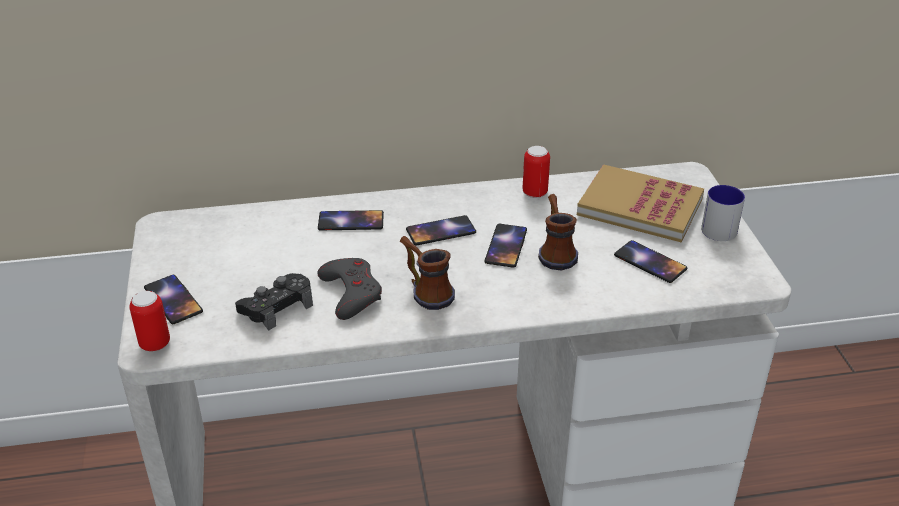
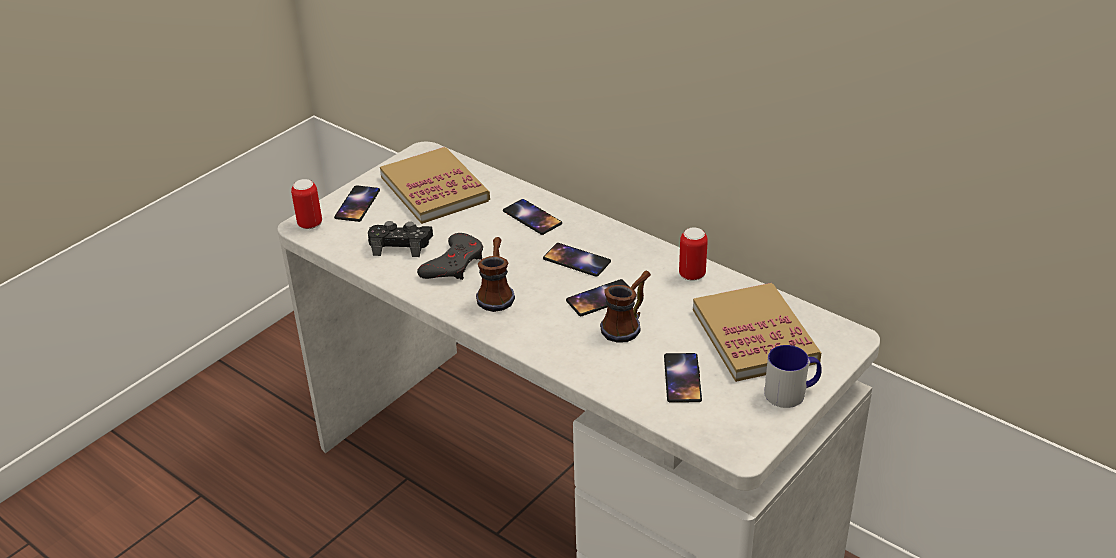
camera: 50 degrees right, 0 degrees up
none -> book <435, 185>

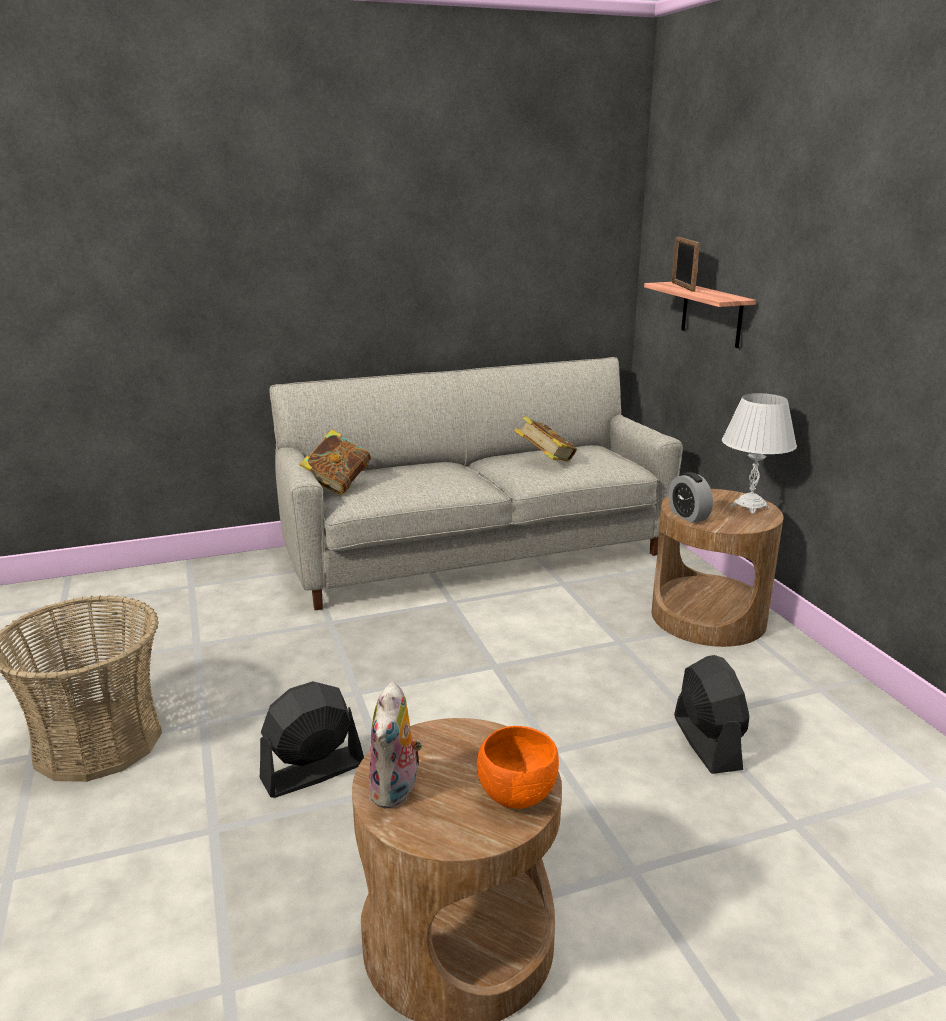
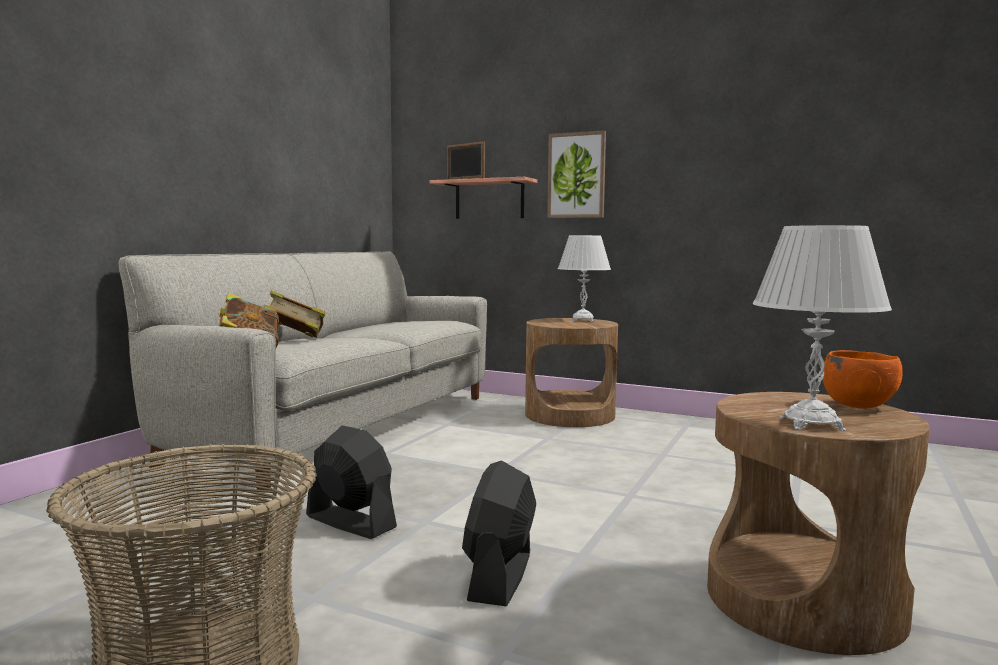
camera: 45 degrees left, 15 degrees down
book <545, 439> -> book <294, 314>, relocated
bedside_clock <691, 497> -> none
blackish_cooling_fan <712, 714> -> blackish_cooling_fan <351, 482>, relocated
cuddly_toy <396, 745> -> white-coloured_tabletop_lamp <822, 328>
none -> wall_art <576, 174>

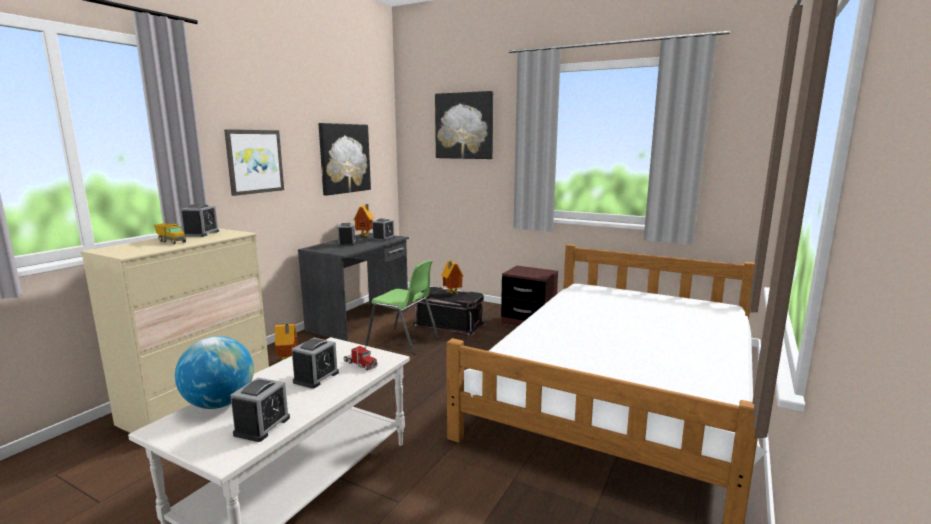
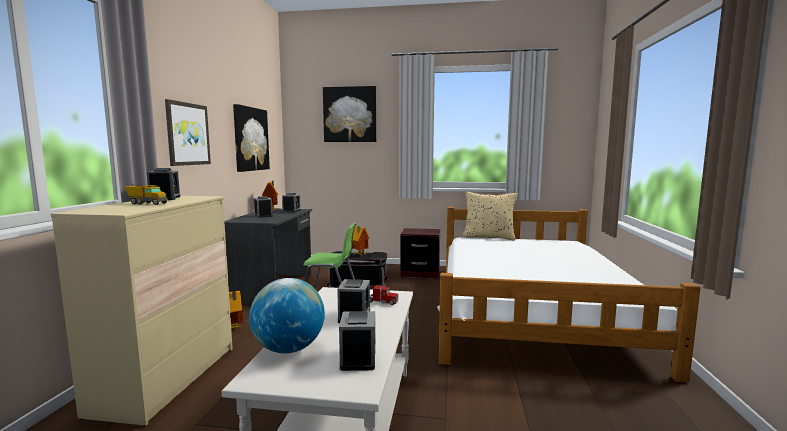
camera: 20 degrees left, 5 degrees down
none -> beige_throw_pillow <489, 216>

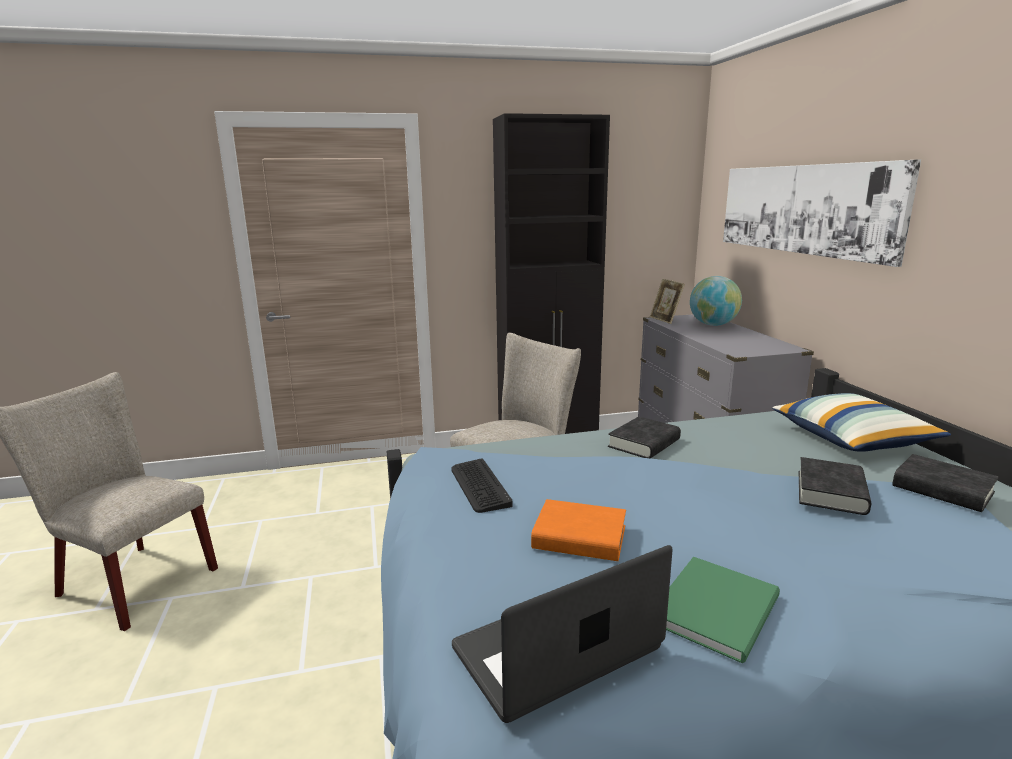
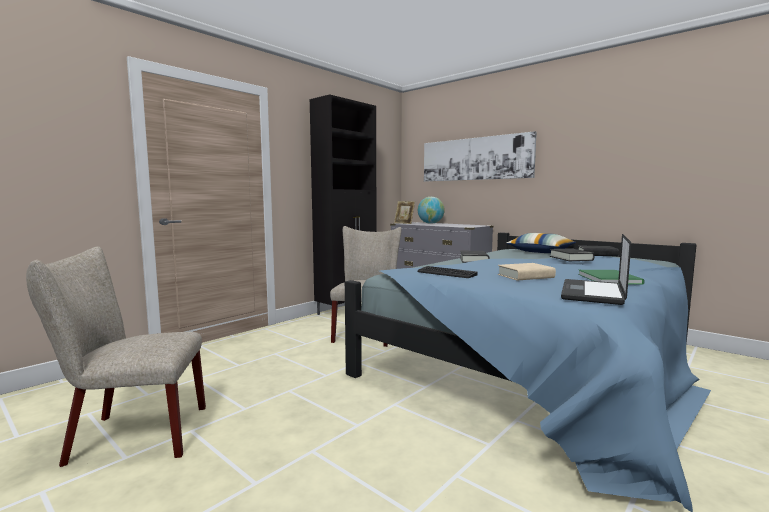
camera: 35 degrees left, 10 degrees down
orange_book <578, 530> -> beige_book <527, 272>

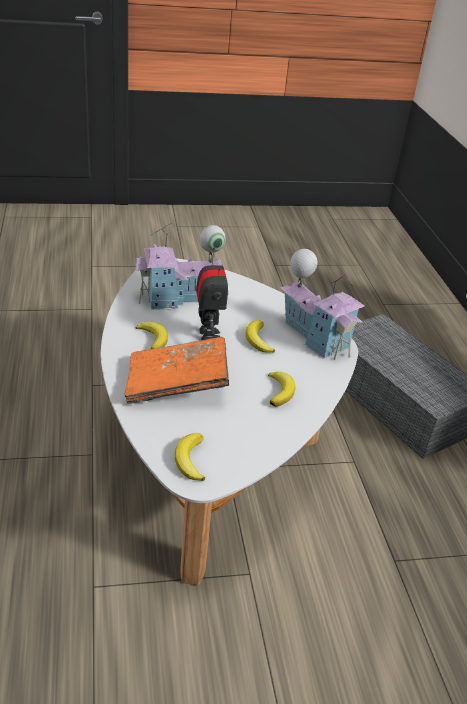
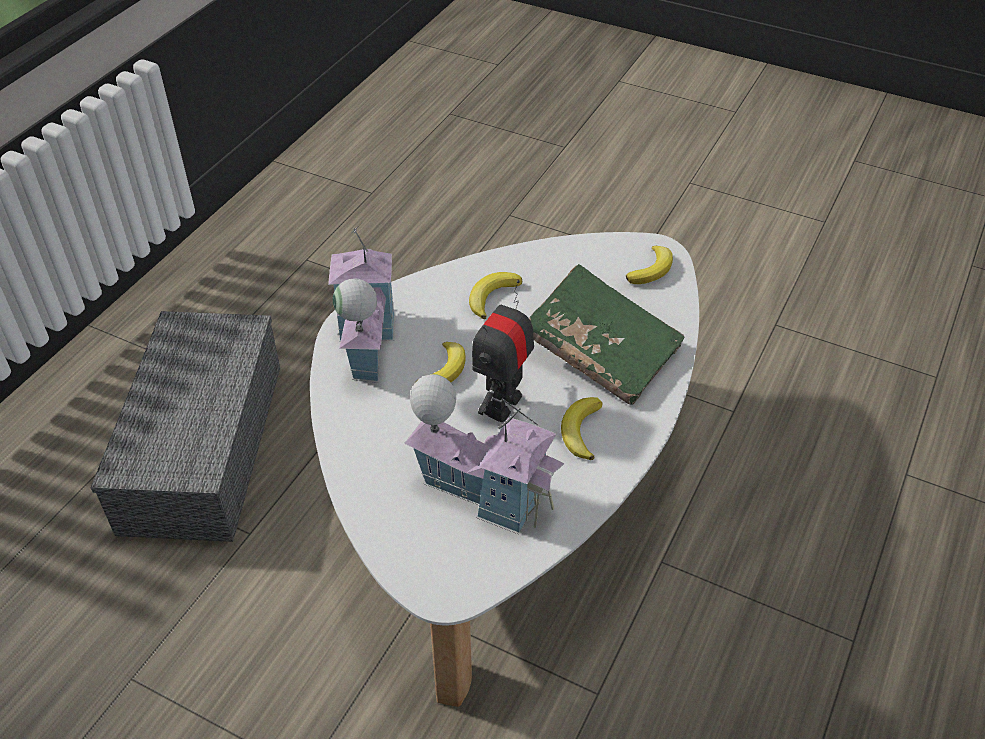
camera: 140 degrees left, 10 degrees up
orange_book <177, 370> -> greenish_book <606, 334>

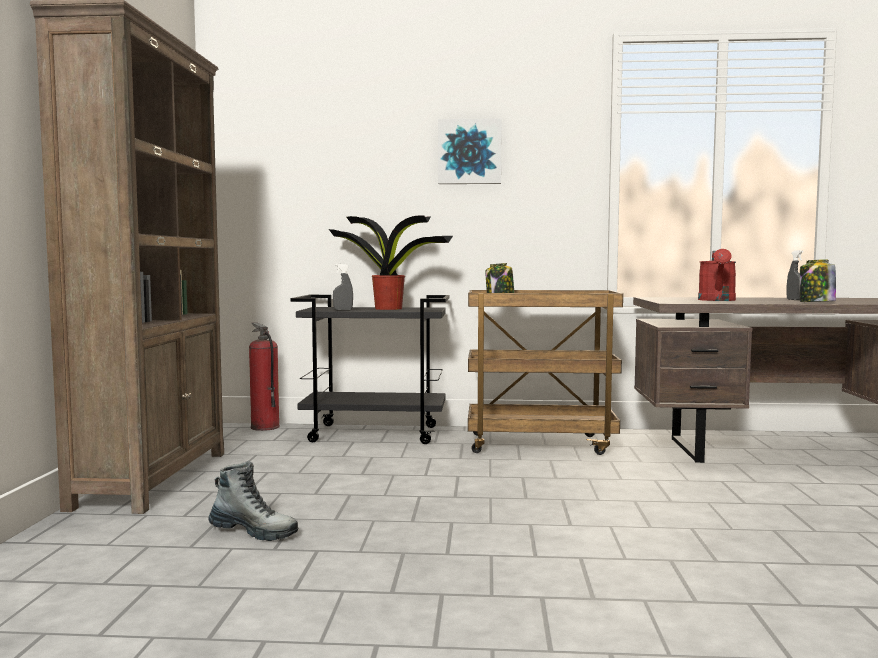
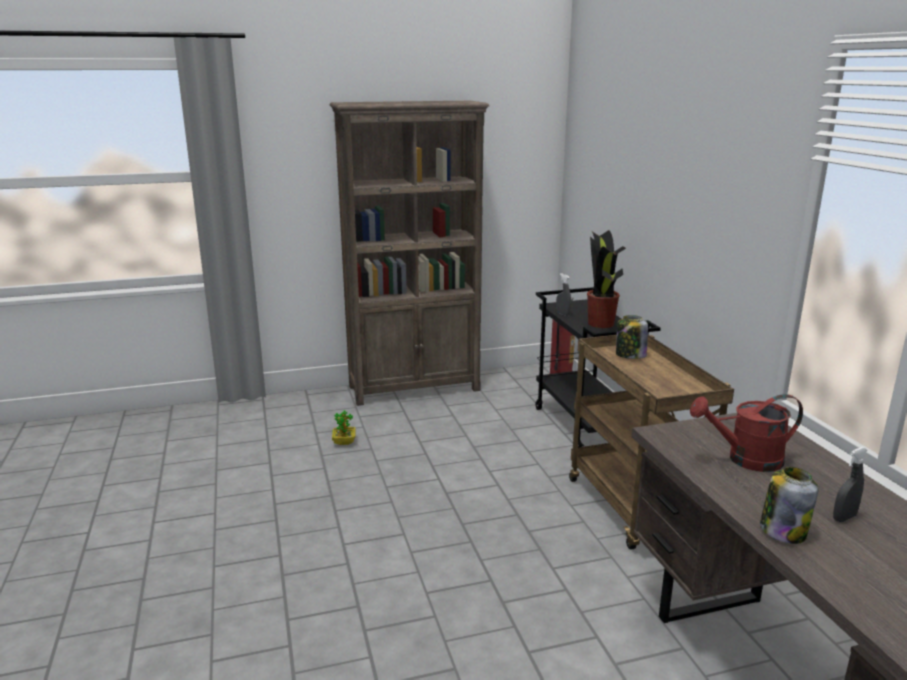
camera: 70 degrees right, 15 degrees up
wall_art <470, 151> -> none
tall_boot <253, 501> -> houseplant <344, 427>

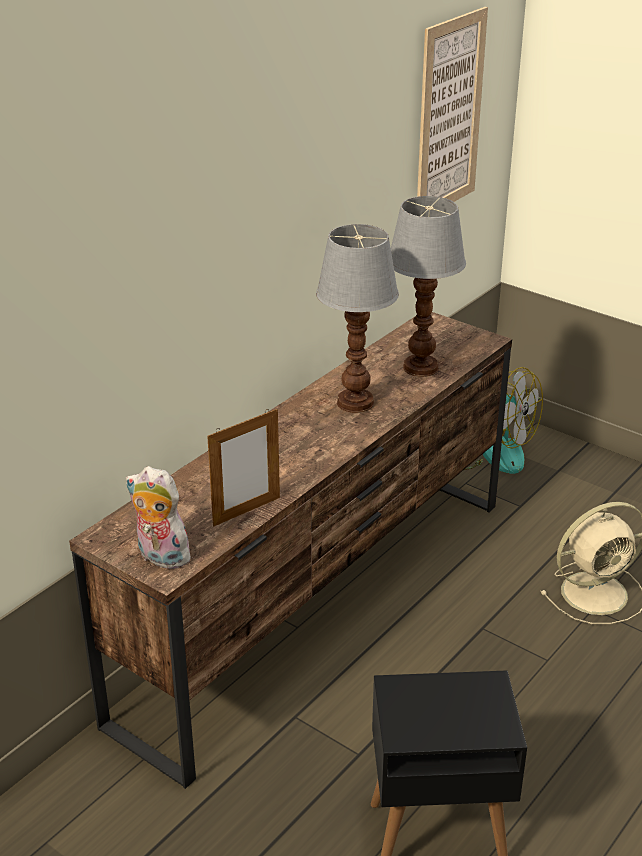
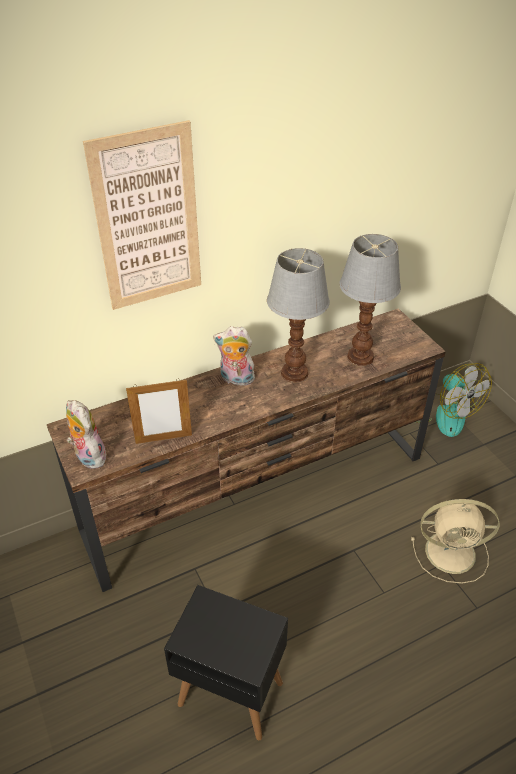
camera: 25 degrees right, 10 degrees up
wall_art <452, 104> -> wall_art <142, 215>, relocated
none -> cuddly_toy <234, 356>

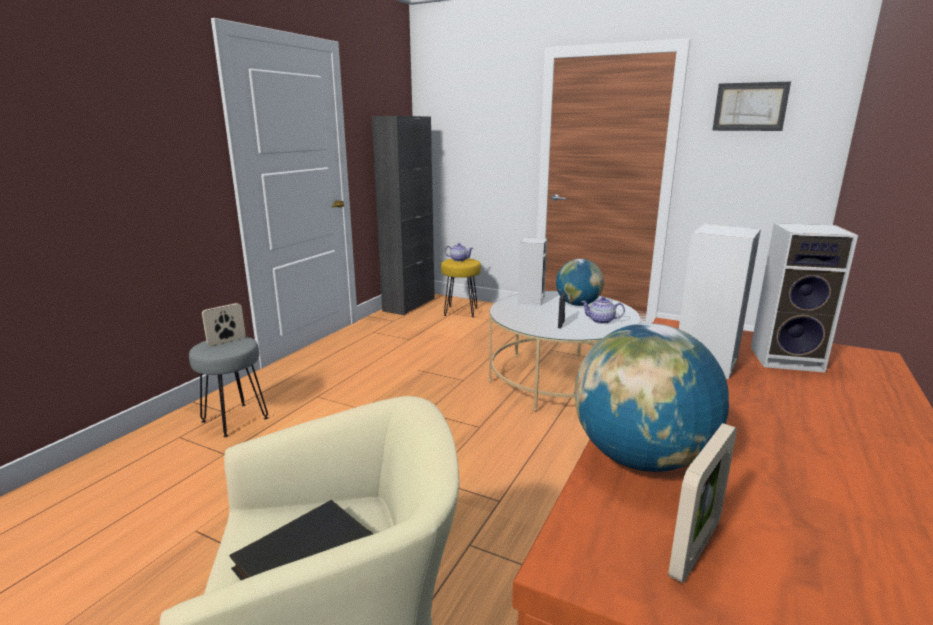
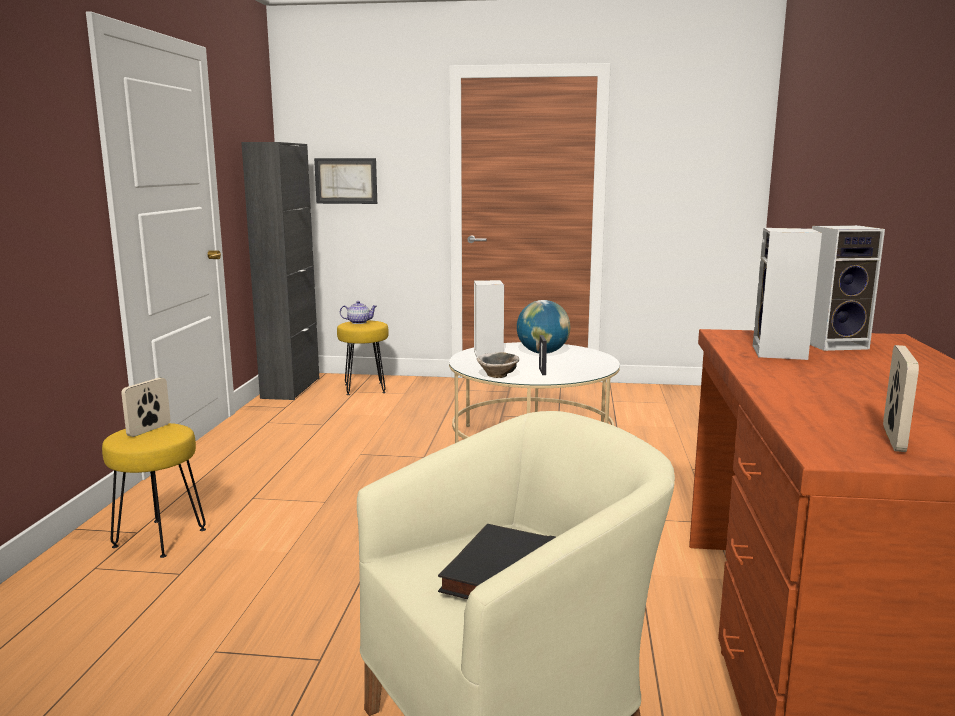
camera: 20 degrees left, 5 degrees down
wall_art <751, 106> -> wall_art <345, 181>, relocated
tea_pot <603, 310> -> none
world_globe <652, 397> -> none
gray_stool <228, 386> -> yellow_stool <154, 490>
none -> deep_dish <498, 365>

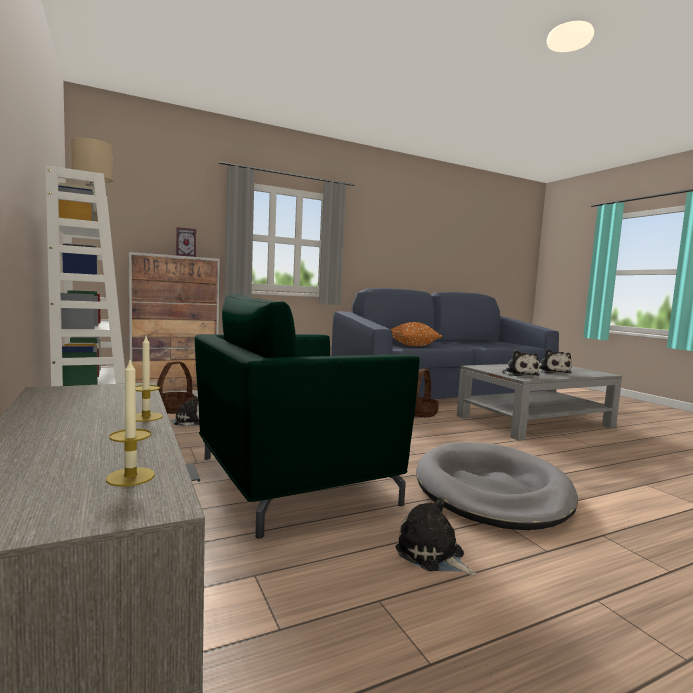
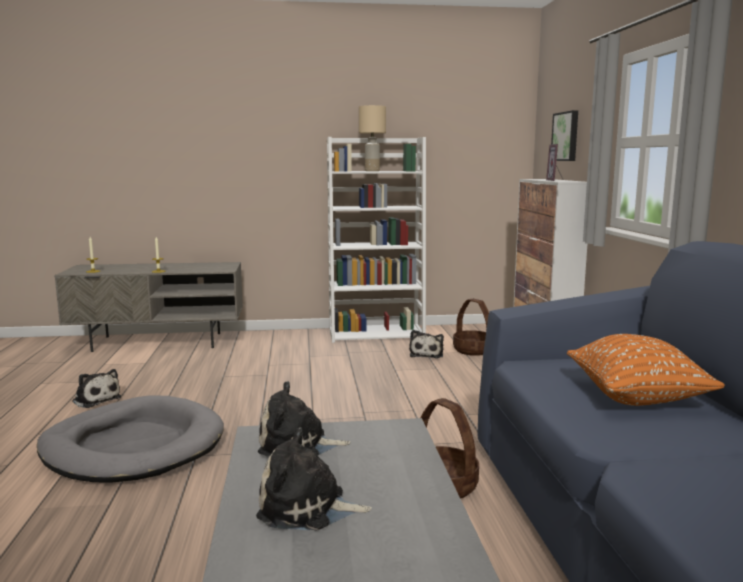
camera: 110 degrees right, 5 degrees up
greenish_armchair <307, 416> -> none
cuddly_toy <435, 536> -> cuddly_toy <96, 388>, 60 degrees clockwise
none -> wall_art <564, 135>

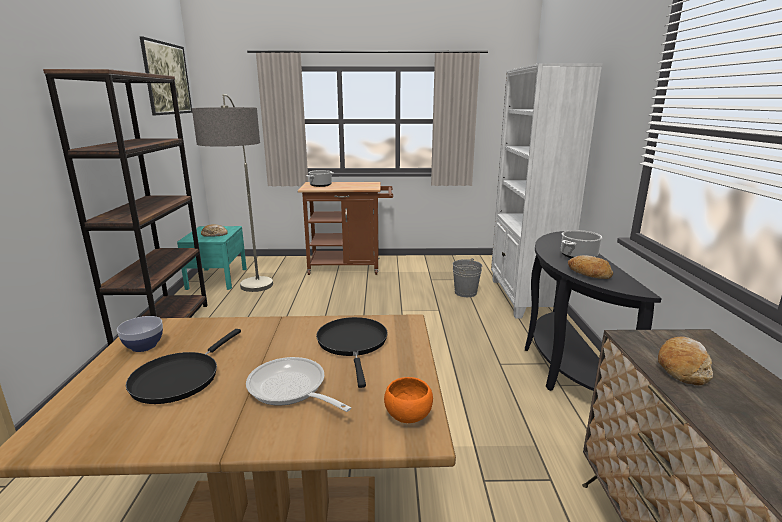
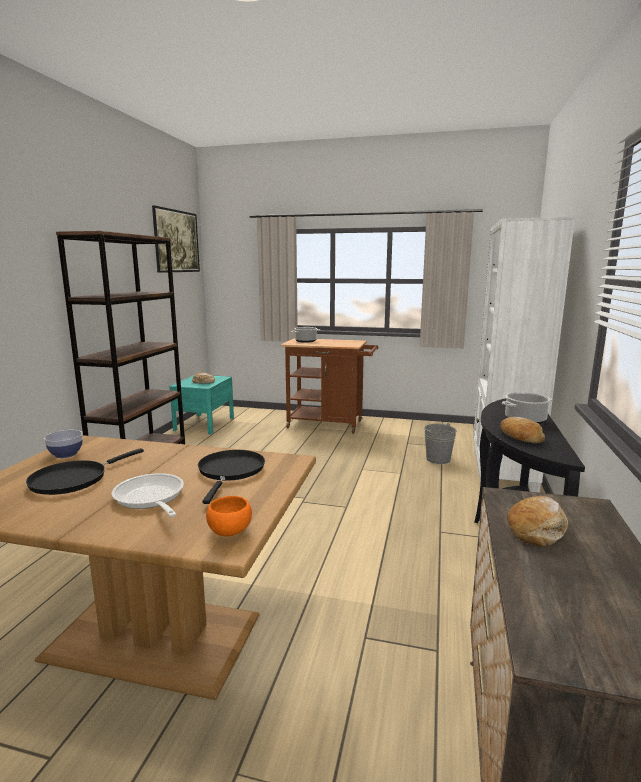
camera: 15 degrees right, 5 degrees down
standard_lamp <232, 193> -> none

